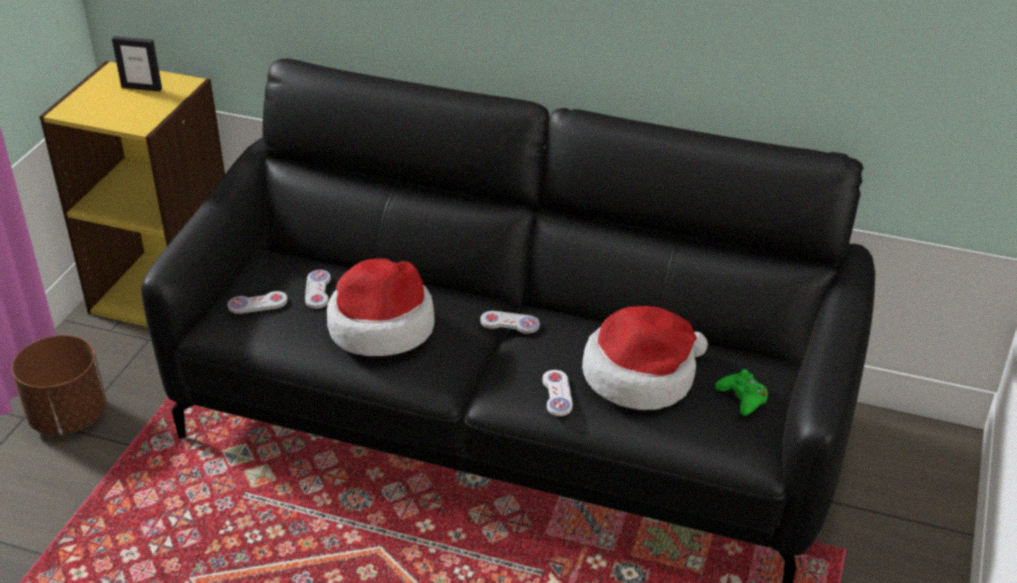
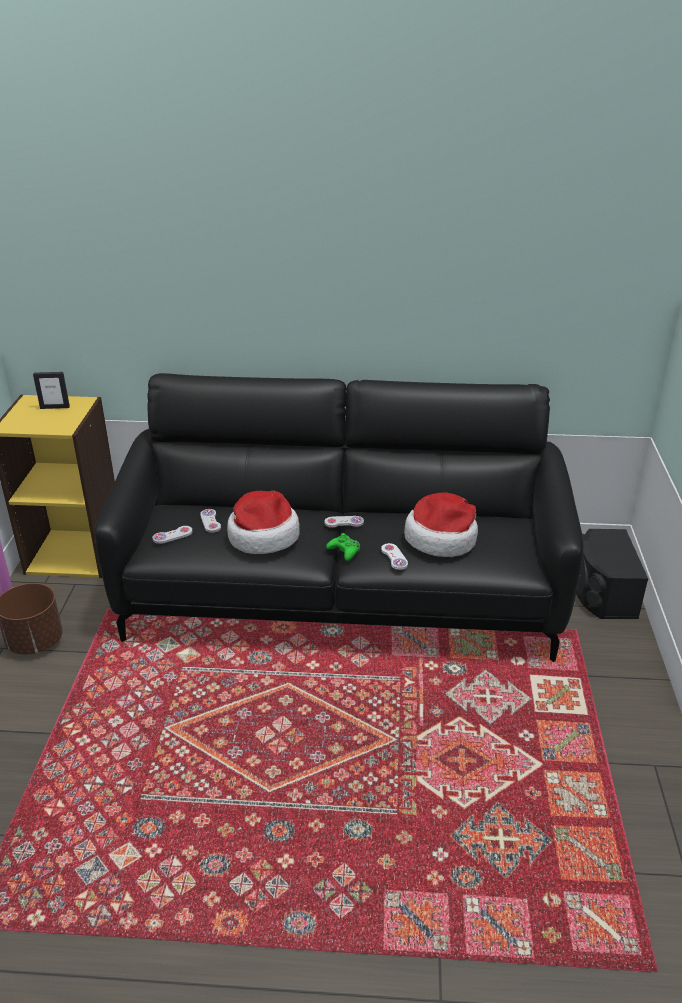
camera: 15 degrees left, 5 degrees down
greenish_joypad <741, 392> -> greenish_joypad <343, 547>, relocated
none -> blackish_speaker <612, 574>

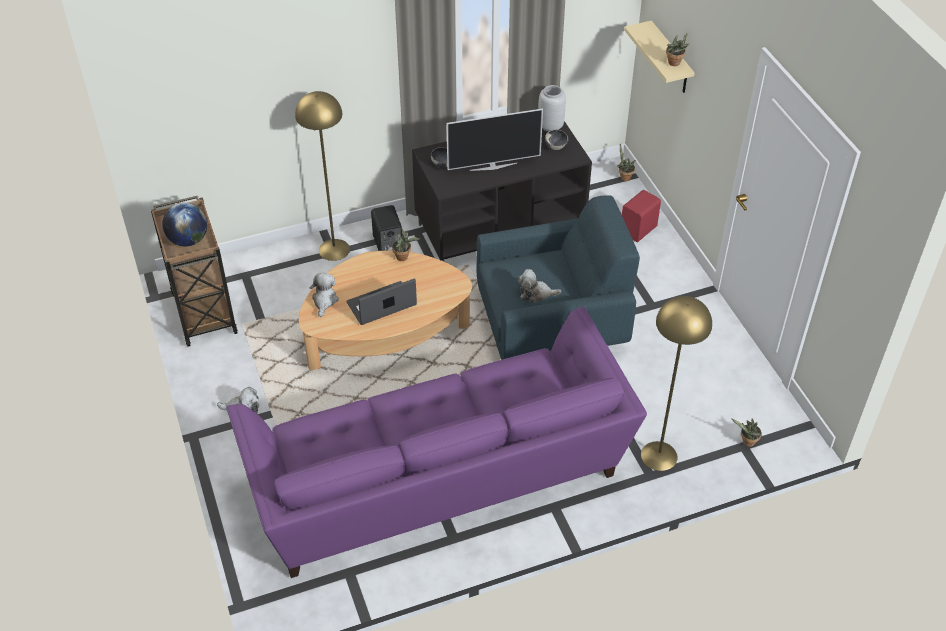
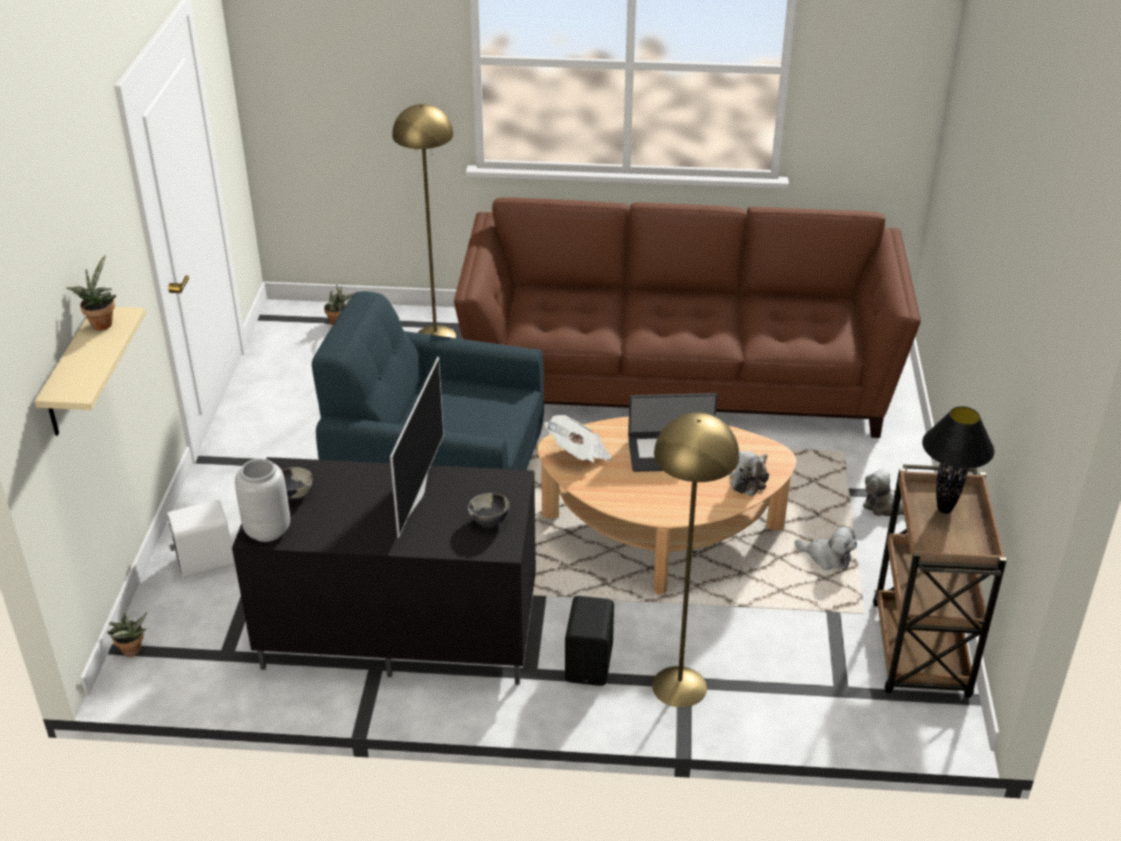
camera: 155 degrees left, 10 degrees down
TV_set <495, 140> -> TV_set <417, 447>, 90 degrees clockwise
reddish_speaker <641, 216> -> white-coloured_speaker <200, 539>
world_globe <184, 224> -> blackish_tabletop_lamp <958, 460>
houseplant <406, 244> -> none
cuddly_toy <539, 286> -> cuddly_toy <826, 548>, relocated
purplish_sofa <436, 442> -> brown-coloured_sofa <687, 318>
none -> daily_paper <578, 438>

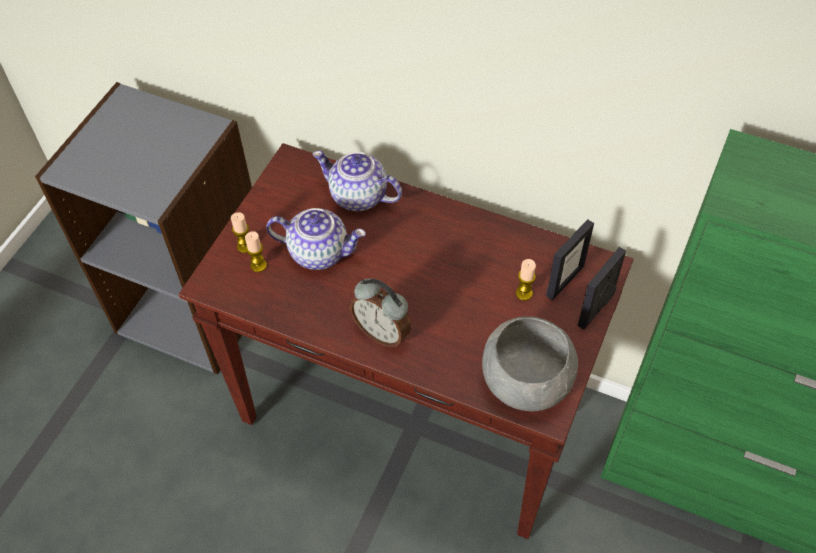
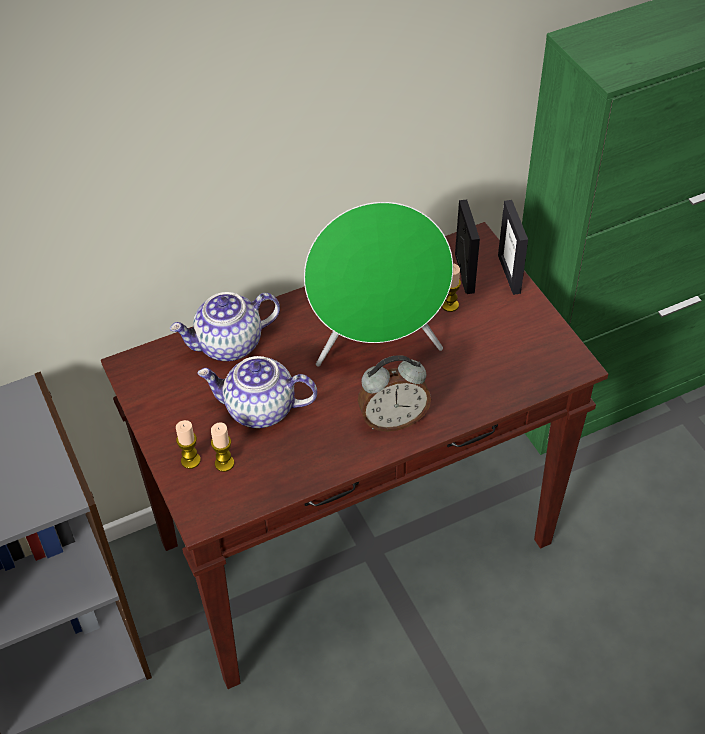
camera: 50 degrees left, 5 degrees down
tea_pot <316, 239> -> tea_pot <257, 392>, 135 degrees counterclockwise
gray_deep_dish <530, 363> -> none
none -> greenish_speaker <378, 284>

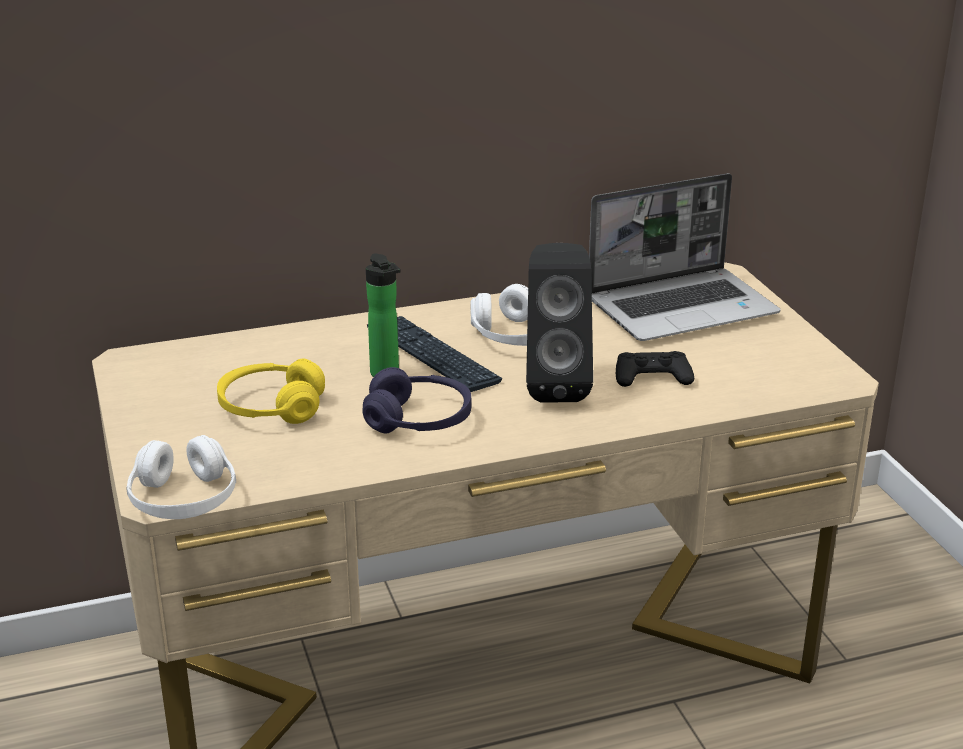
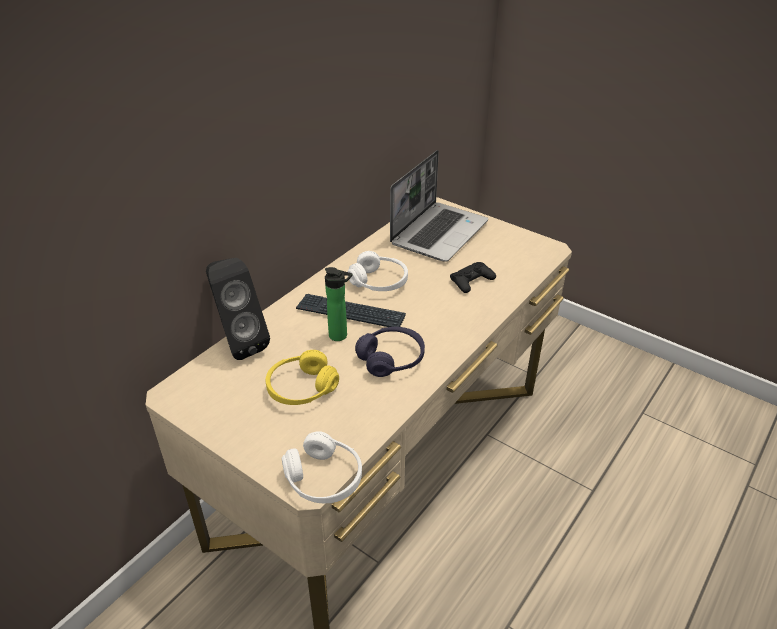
camera: 35 degrees left, 10 degrees up
blackish_speaker <559, 323> -> blackish_speaker <238, 309>, relocated

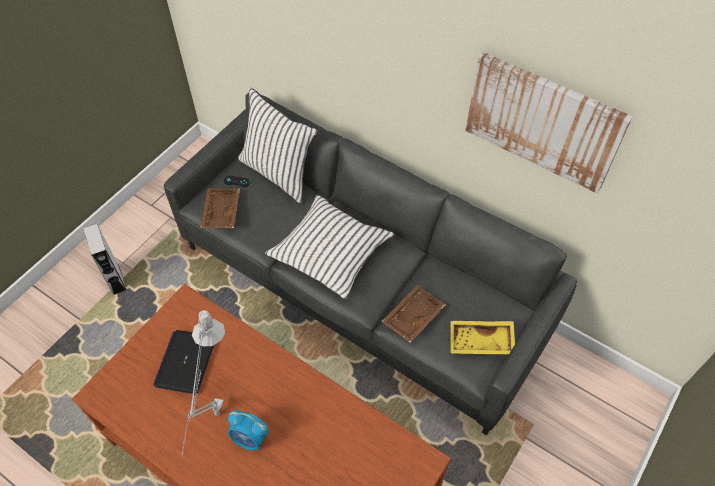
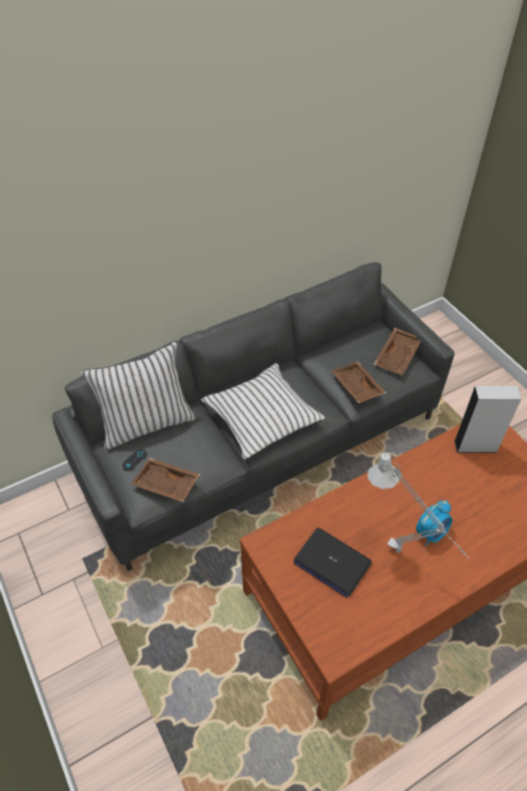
camera: 65 degrees left, 5 degrees down
wall_art <549, 123> -> none
gray_speaker <104, 259> -> gray_speaker <487, 419>, relocated
yellow_tray <482, 337> -> brown-coloured_tray <397, 351>

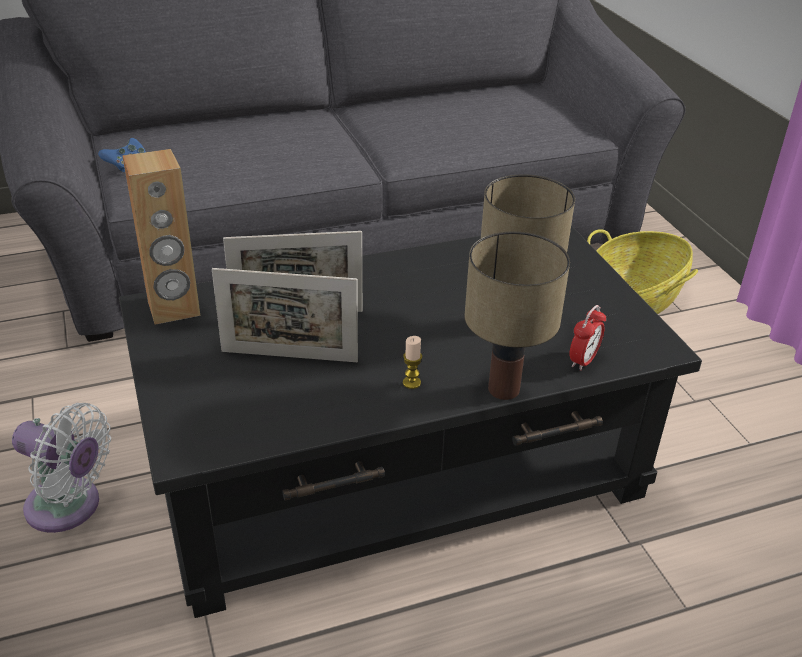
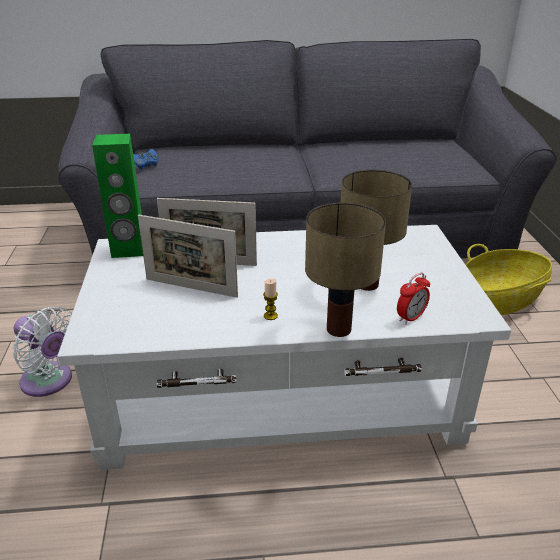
camera: 15 degrees right, 5 degrees down
brown-coloured_speaker <161, 237> -> greenish_speaker <117, 196>
blackish_low_table <410, 421> -> white-coloured_low_table <284, 347>

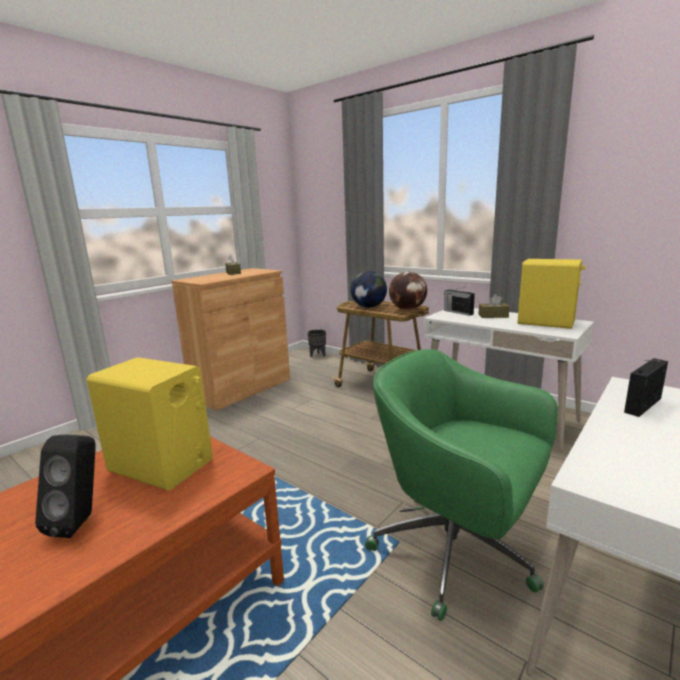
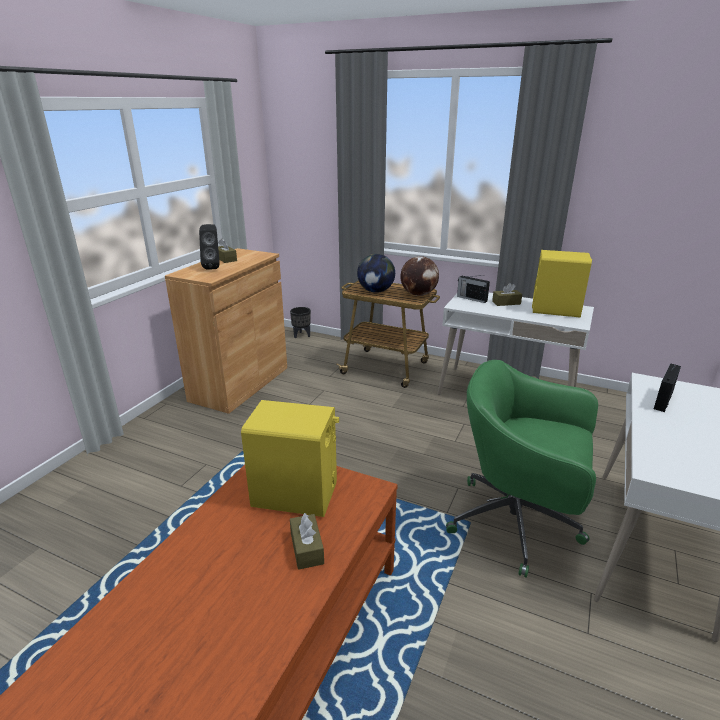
camera: 15 degrees left, 10 degrees up
blackish_speaker <65, 486> -> blackish_speaker <209, 246>, relocated
none -> brown-coloured_tissue_holder <307, 541>

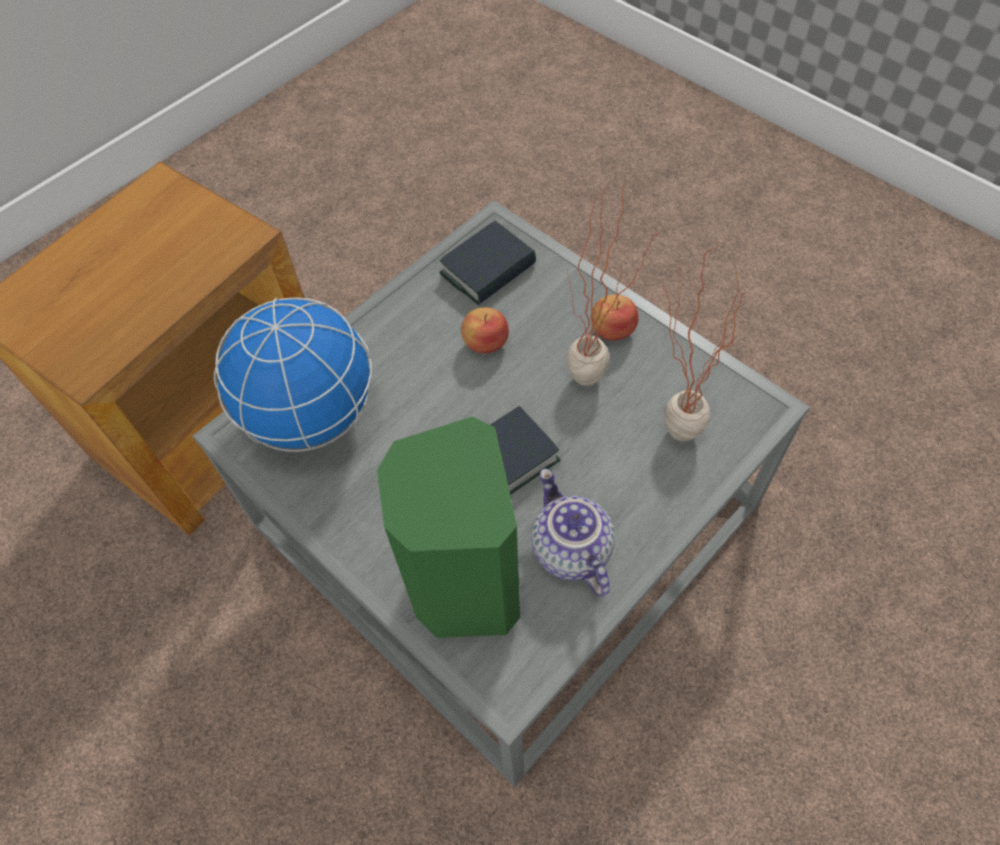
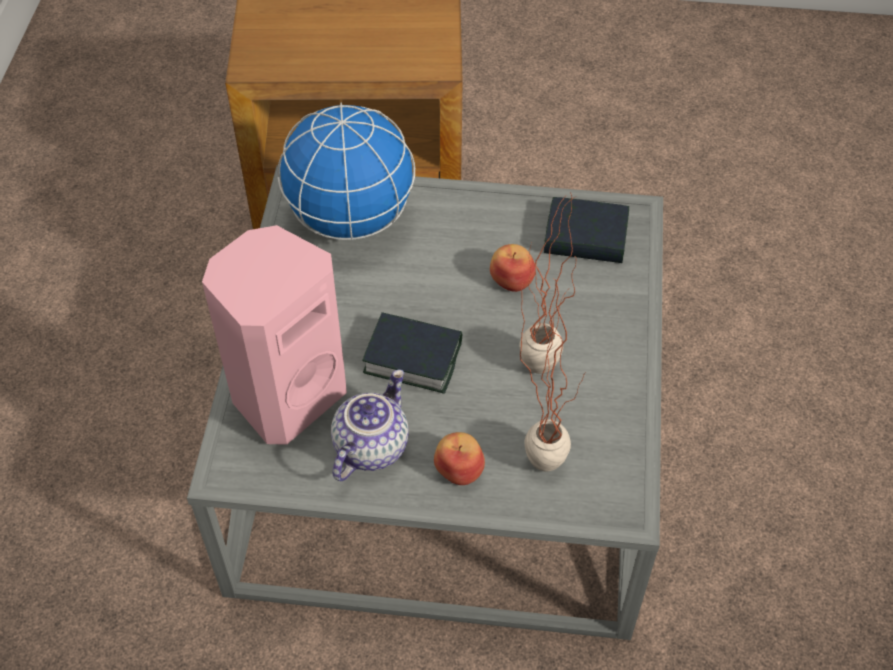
camera: 50 degrees right, 5 degrees down
apple_fruit <615, 318> -> apple_fruit <459, 458>, relocated
greenish_speaker <448, 527> -> pinkish_speaker <274, 335>

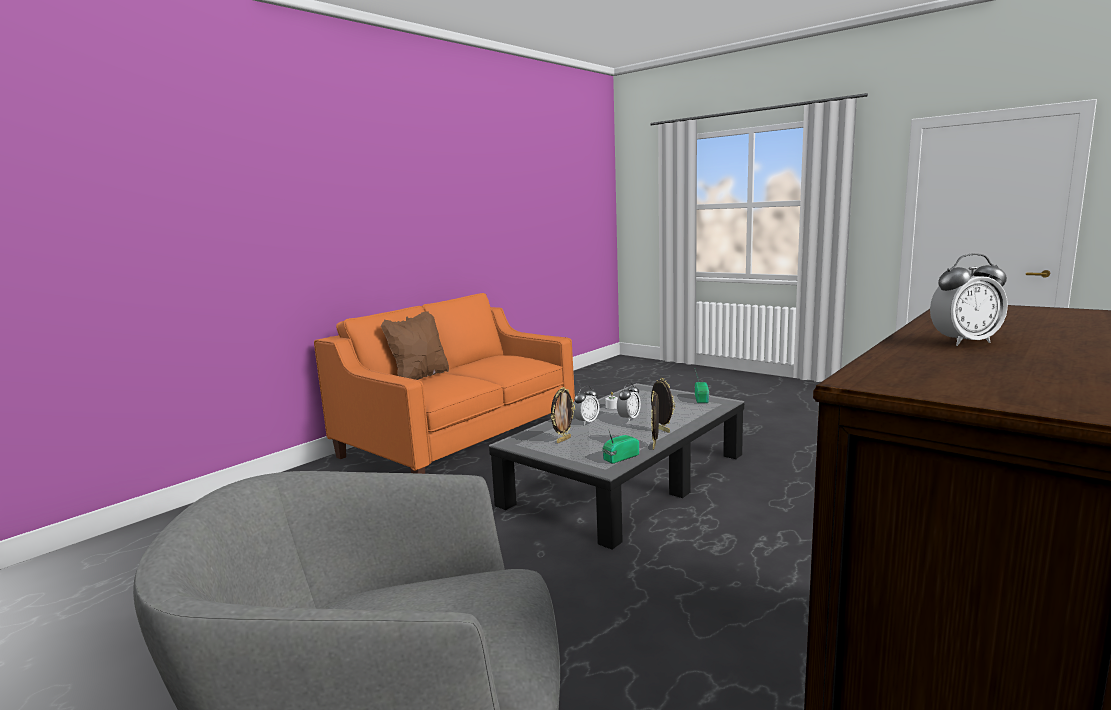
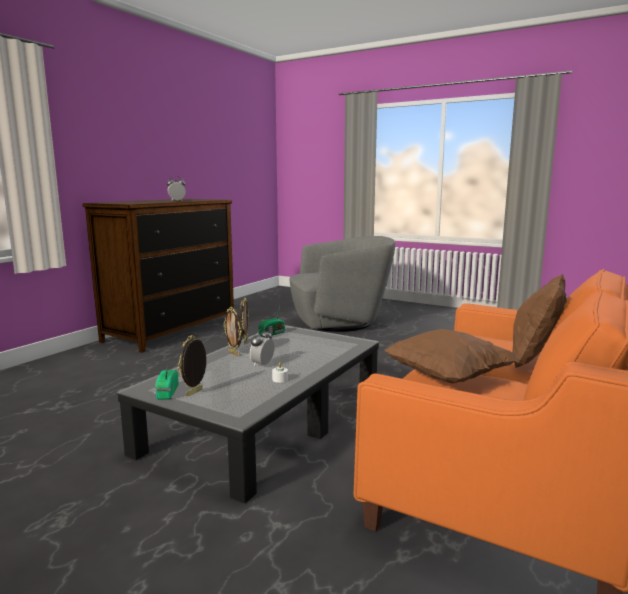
camera: 170 degrees right, 0 degrees up
bedside_clock <586, 405> -> none
photo_frame <563, 415> -> photo_frame <192, 365>, relocated
none -> brown-coloured_throw_pillow <451, 356>

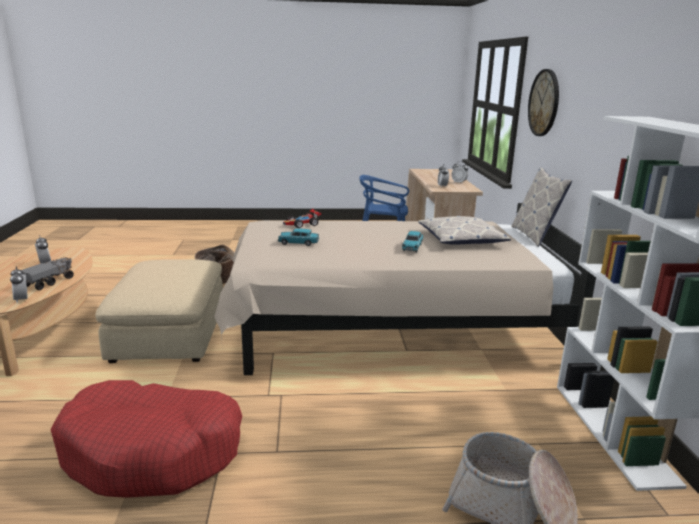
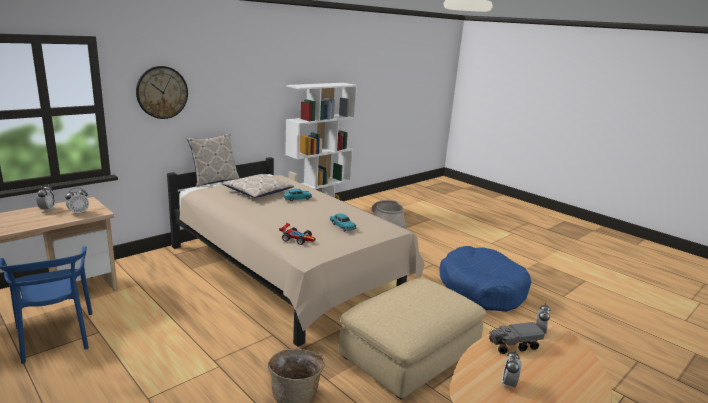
camera: 130 degrees left, 0 degrees up
reddish_dog_bed <146, 439> -> bluish_dog_bed <485, 279>

